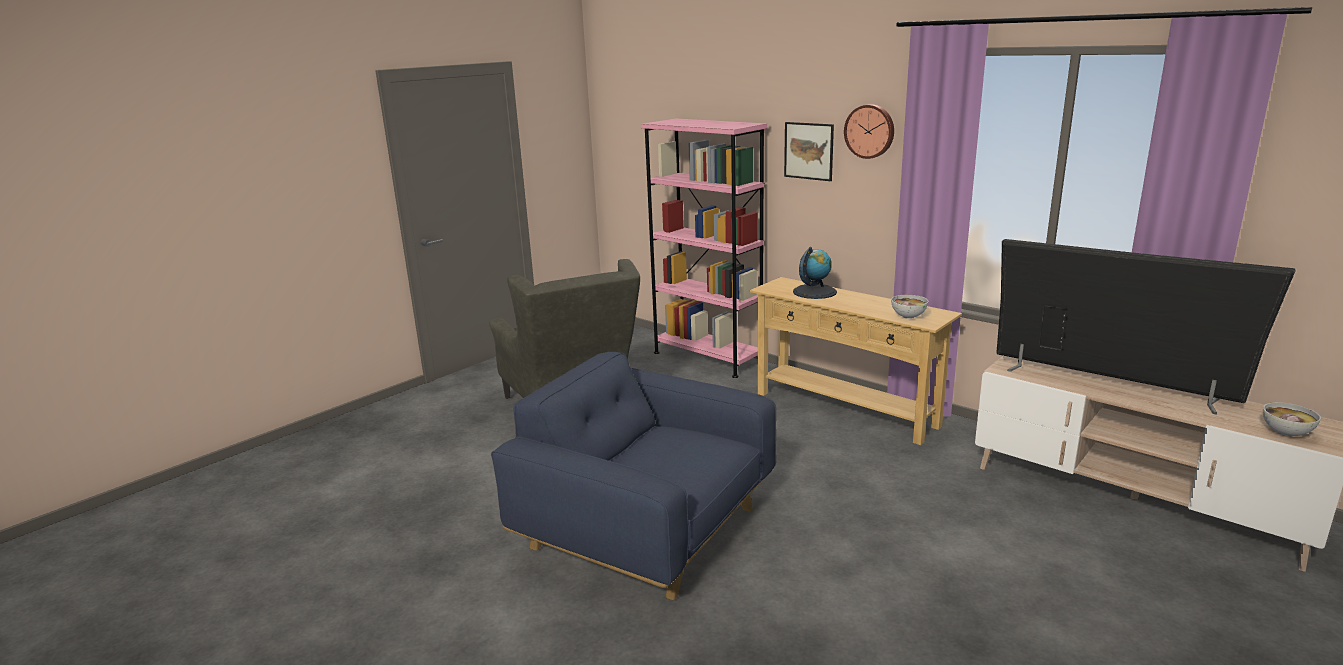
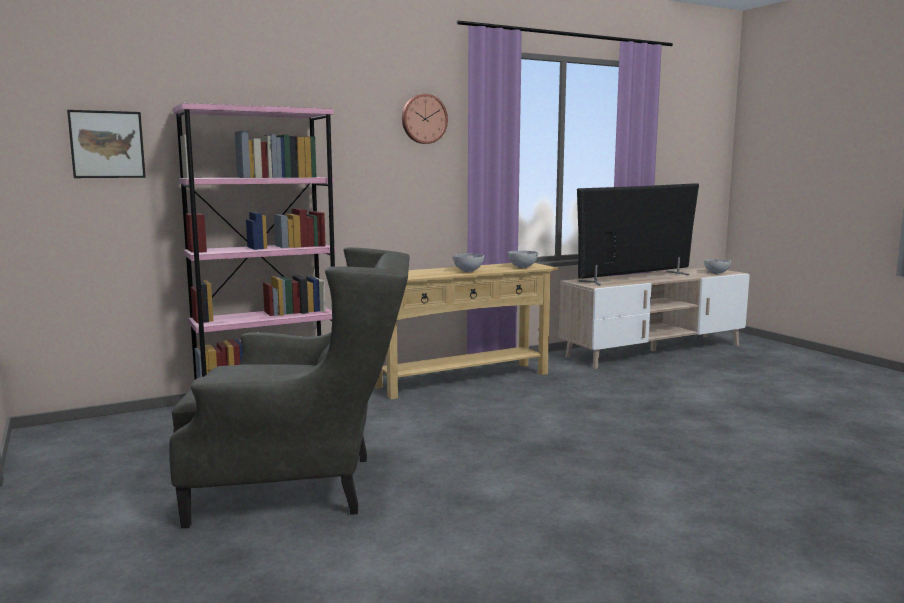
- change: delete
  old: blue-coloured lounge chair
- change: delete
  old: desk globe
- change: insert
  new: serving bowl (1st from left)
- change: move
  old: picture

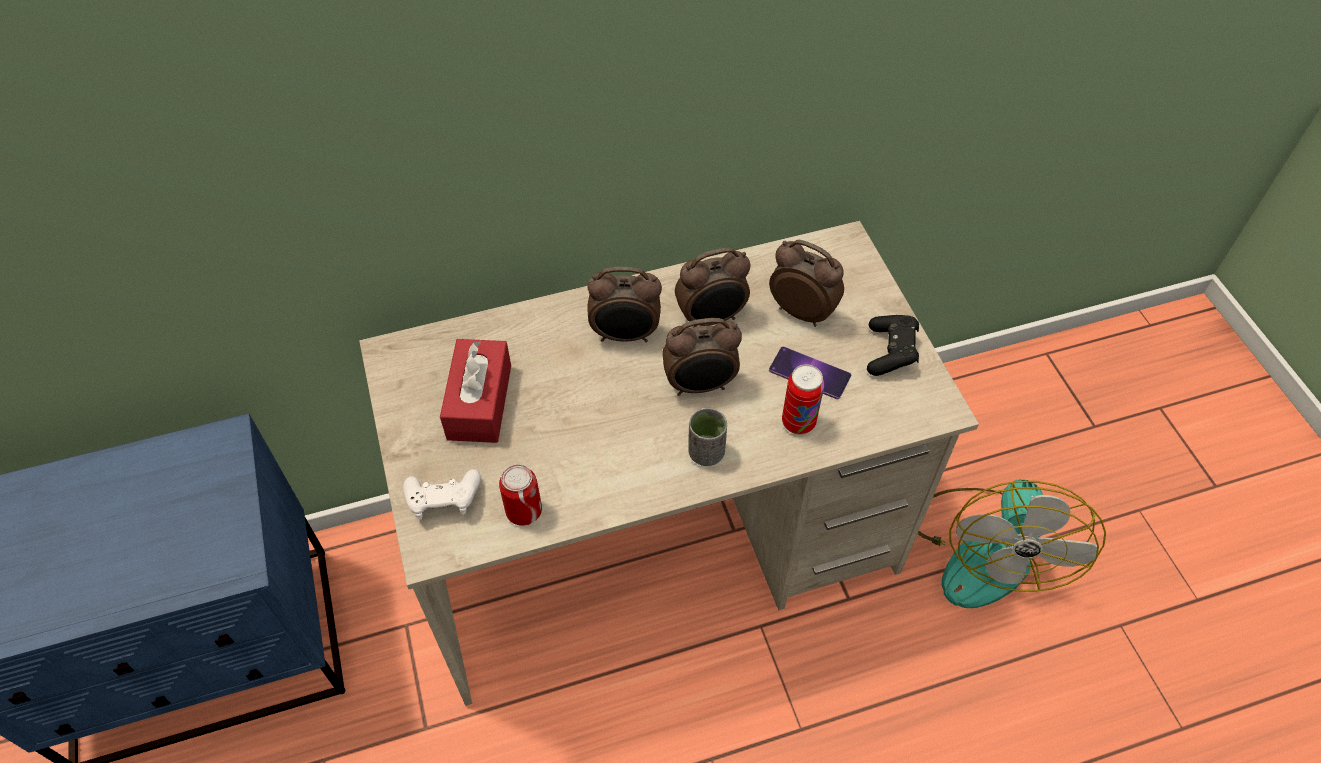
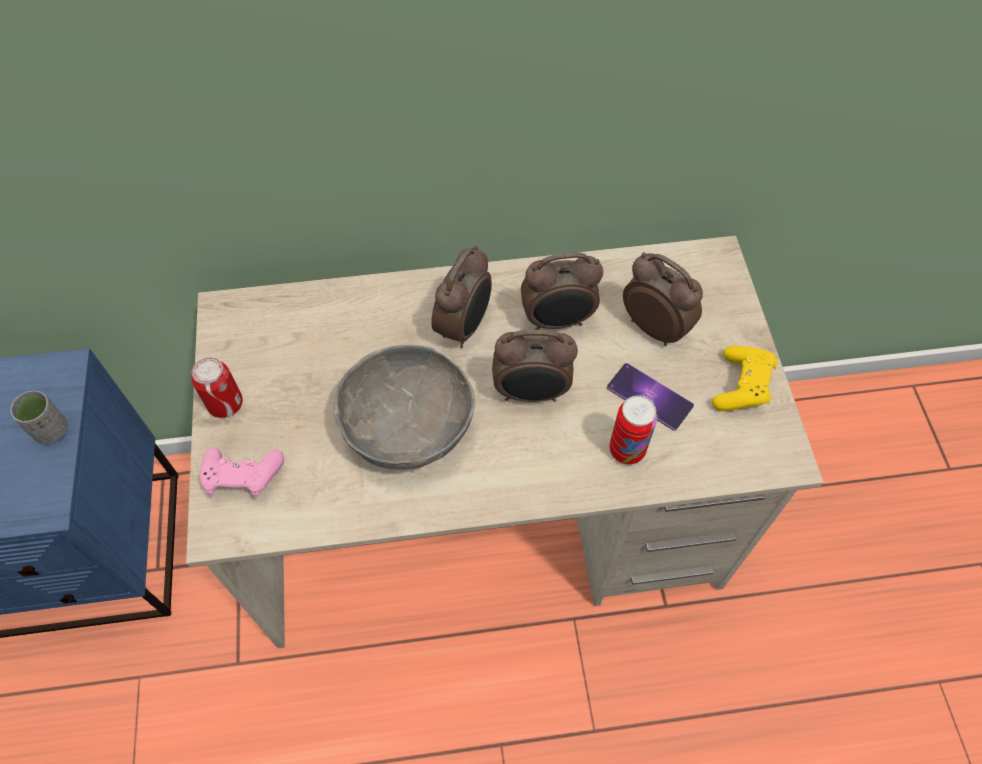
- change: delete
  old: reddish tissue holder
- change: delete
  old: fan
- change: insert
  new: grey serving bowl
- change: move
  old: sealed can (1st from left)
- change: move
  old: grey small cup
- change: recolor
  old: whitish gamepad
  new: pink gamepad
- change: recolor
  old: black-coloured gamepad
  new: yellow-coloured gamepad
- change: rotate
  old: alarm clock (1st from left)
  degrees: -75

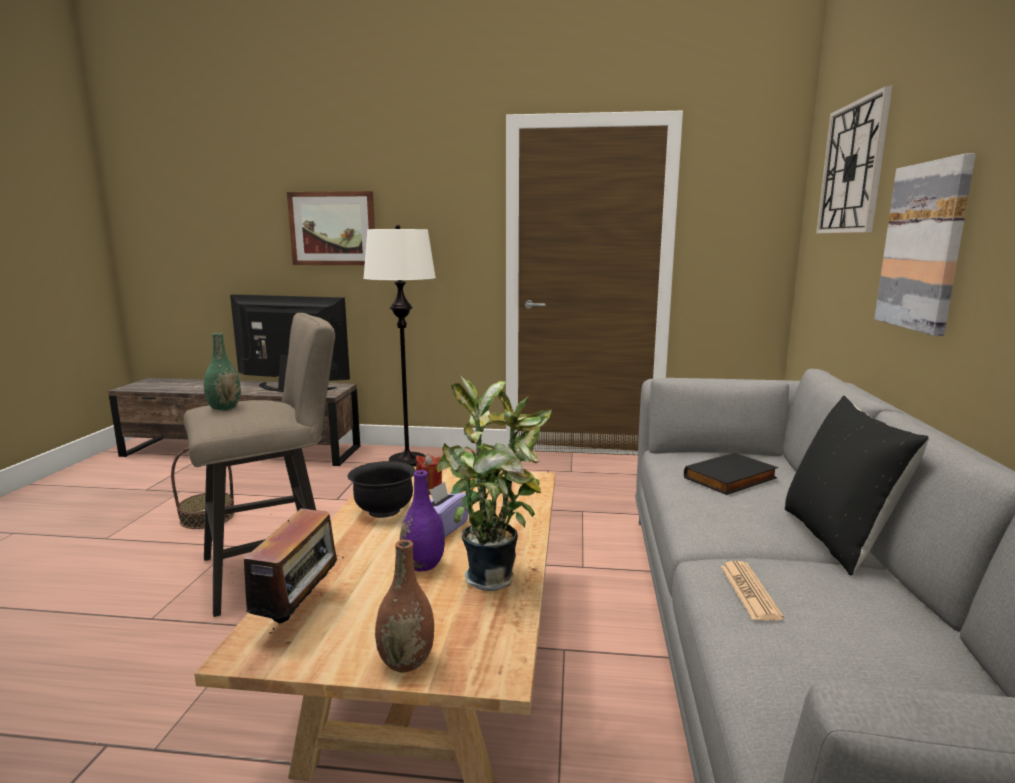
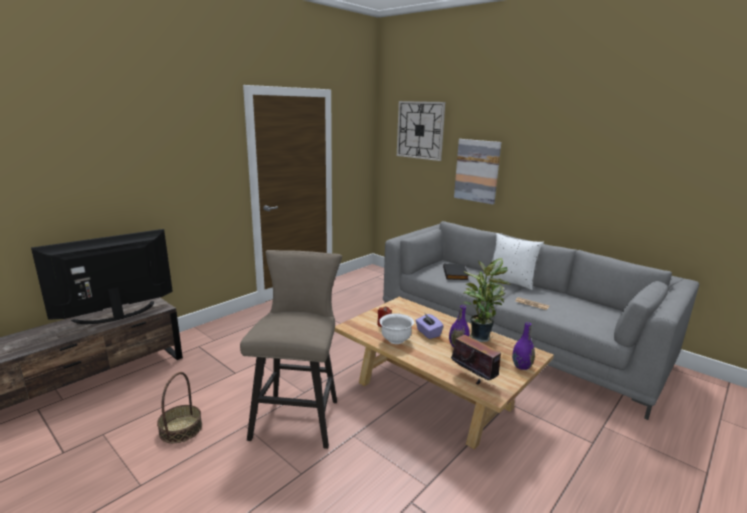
- change: delete
  old: green flower vase
- change: delete
  old: picture (1st from left)
- change: delete
  old: whitish standing lamp
- change: recolor
  old: black-coloured serving bowl
  new: whitish serving bowl
- change: recolor
  old: brown-coloured flower vase
  new: purplish flower vase (2nd from left)
- change: recolor
  old: black-coloured cushion
  new: whitish cushion

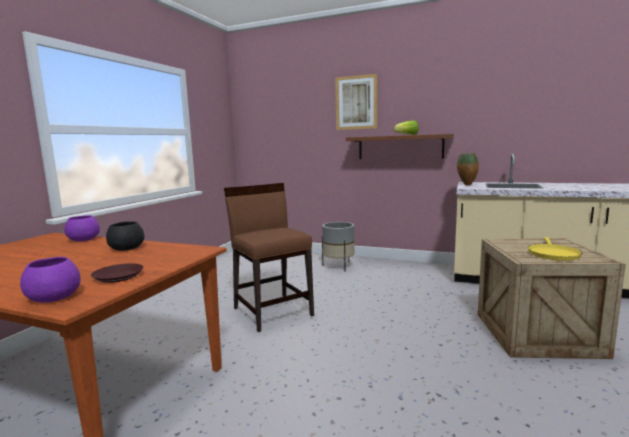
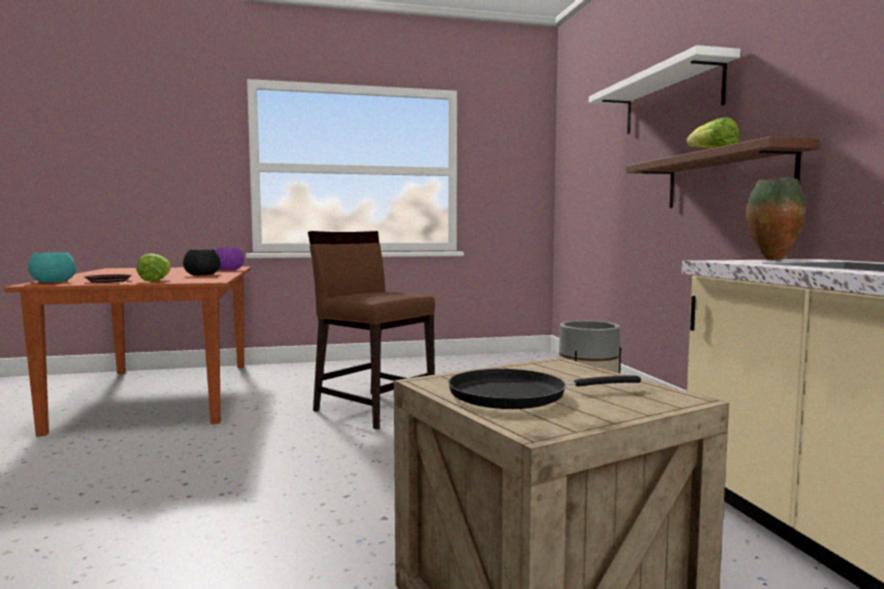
- change: insert
  new: lettuce head (1st from left)
- change: replace
  old: picture
  new: whitish bracket shelf
- change: recolor
  old: purplish serving bowl (1st from left)
  new: turquoise serving bowl
- change: recolor
  old: yellow-coloured frying pan
  new: black-coloured frying pan
- change: rotate
  old: brown-coloured upright chair
  degrees: -75

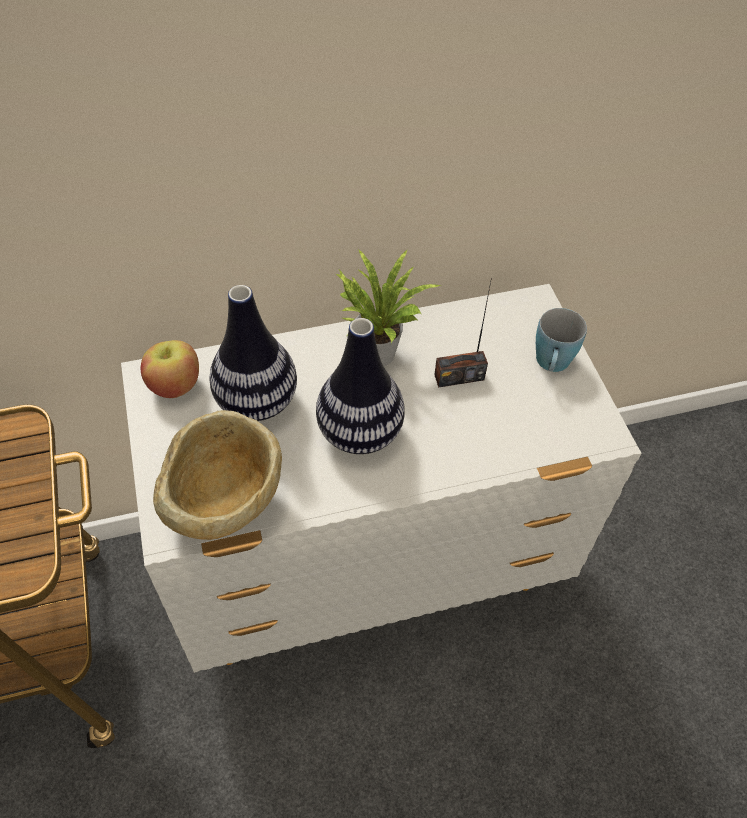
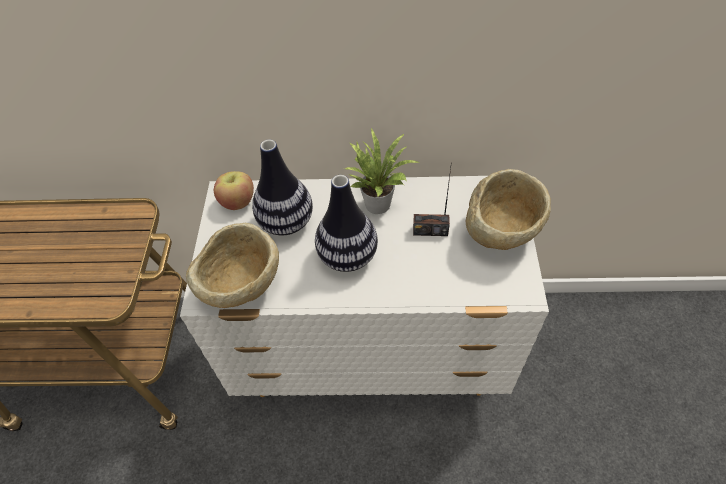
- change: replace
  old: blue-coloured coffee mug
  new: beige-coloured serving bowl (2nd from left)

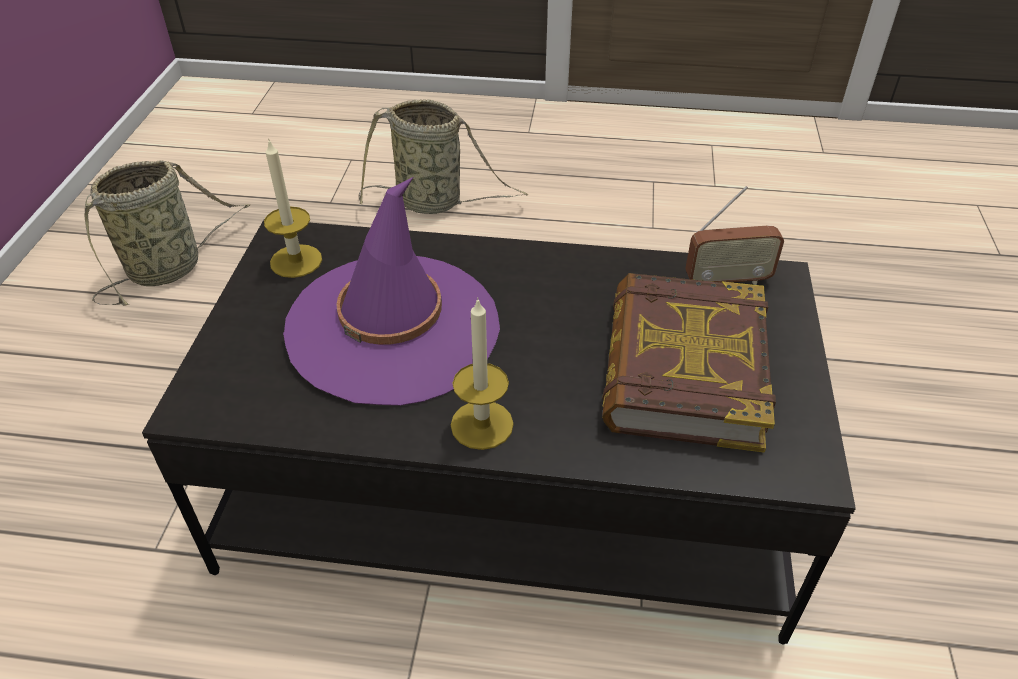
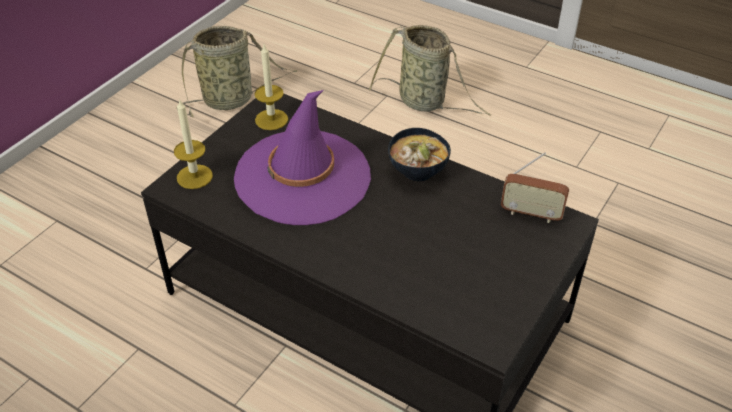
- change: delete
  old: book
- change: insert
  new: serving bowl
- change: move
  old: candle (2nd from left in the first image)
  new: candle (1st from left)

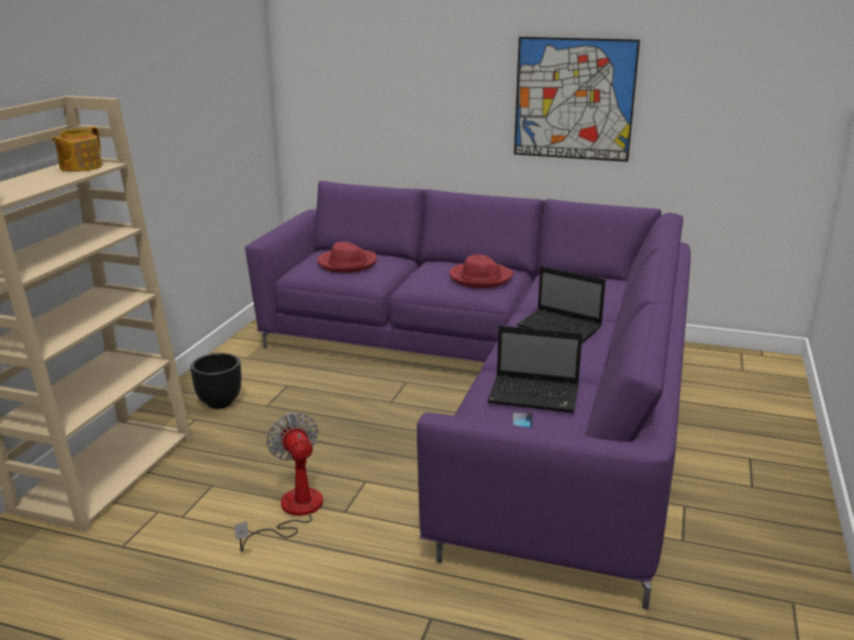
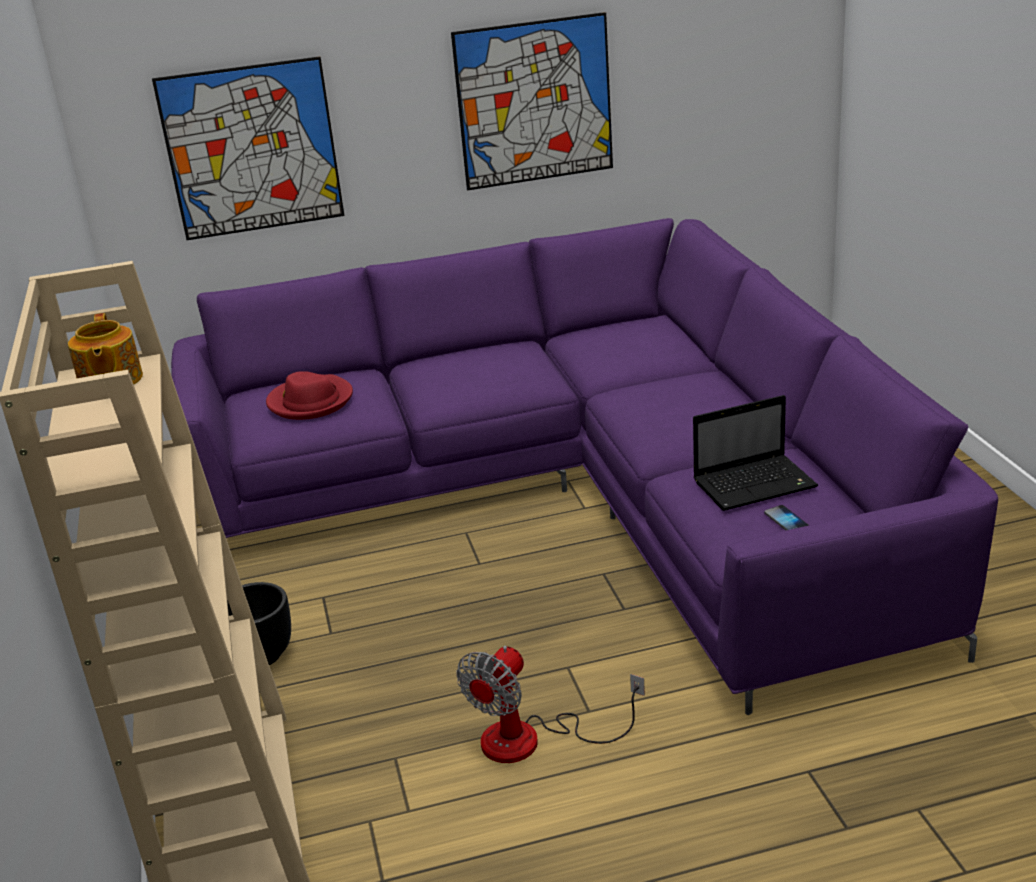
- change: delete
  old: reddish clothing hat (2nd from left)
- change: delete
  old: laptop (2nd from left)
- change: insert
  new: picture (1st from left)
- change: rotate
  old: fan
  degrees: -90

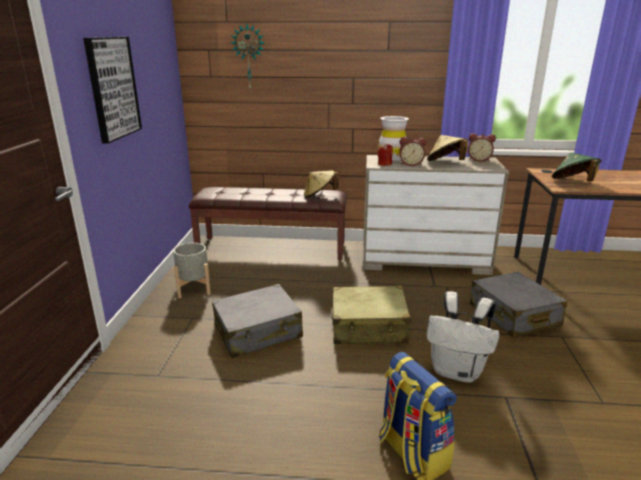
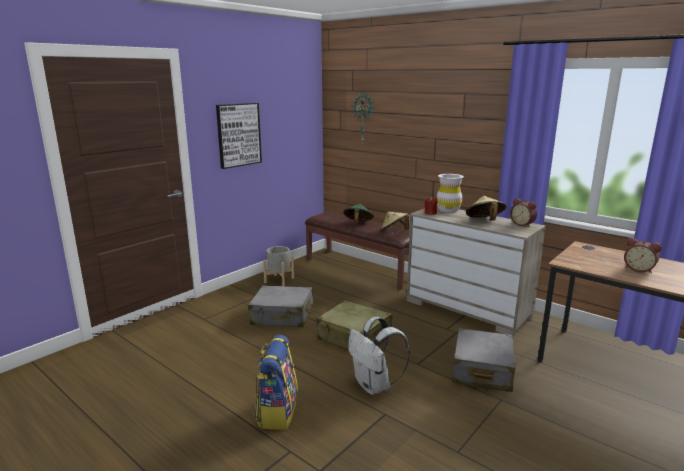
- change: move
  old: alarm clock (1st from left in the first image)
  new: alarm clock (2nd from left)
- change: move
  old: green clothing hat

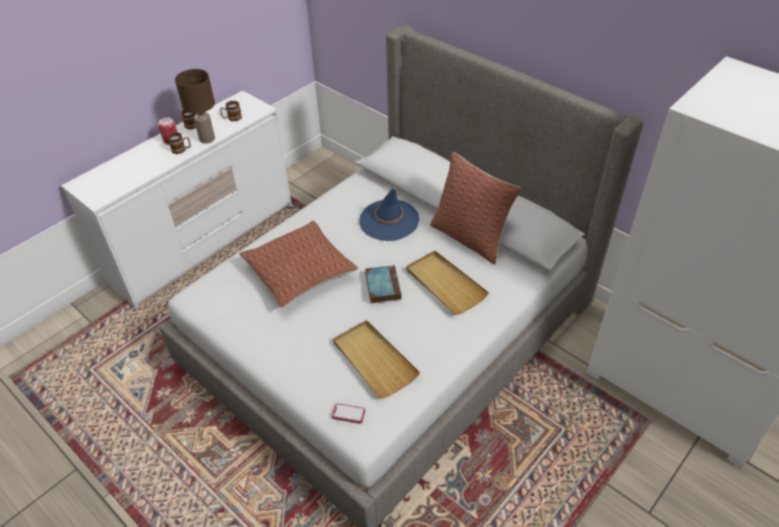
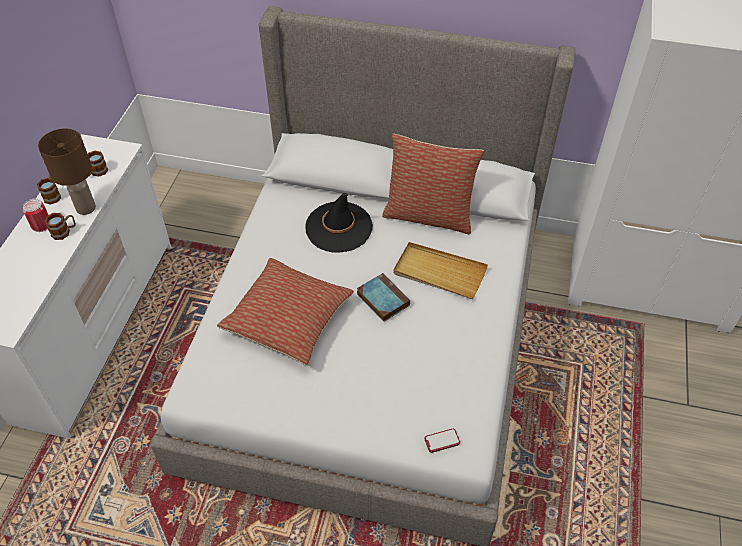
- change: delete
  old: beige-coloured serving tray (1st from left)
- change: recolor
  old: blue-coloured clothing hat
  new: black-coloured clothing hat

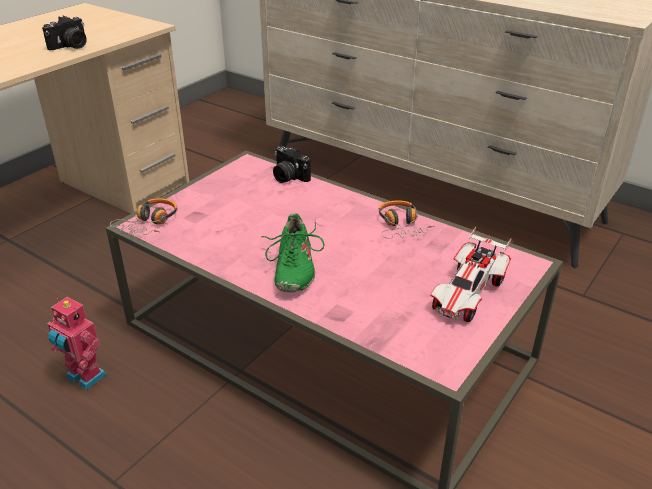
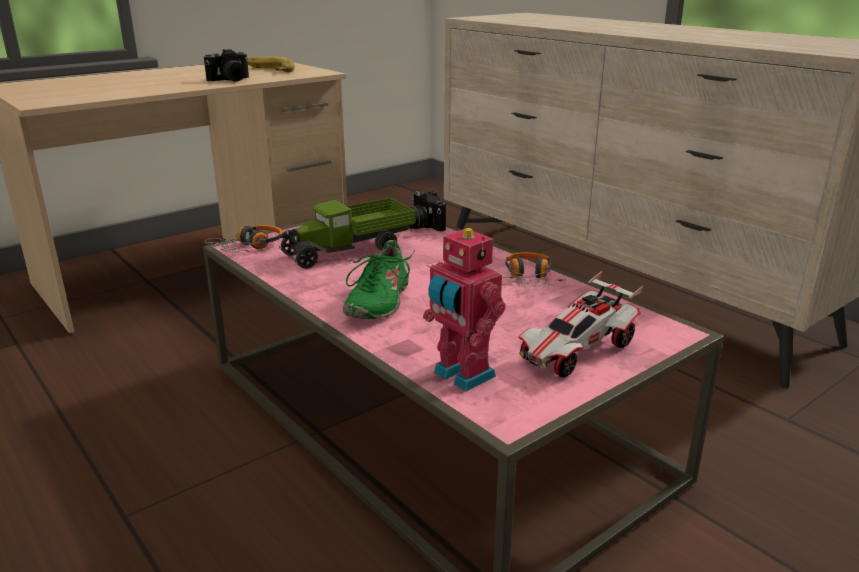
- change: insert
  new: banana
- change: insert
  new: toy lorry
- change: move
  old: robot figure

